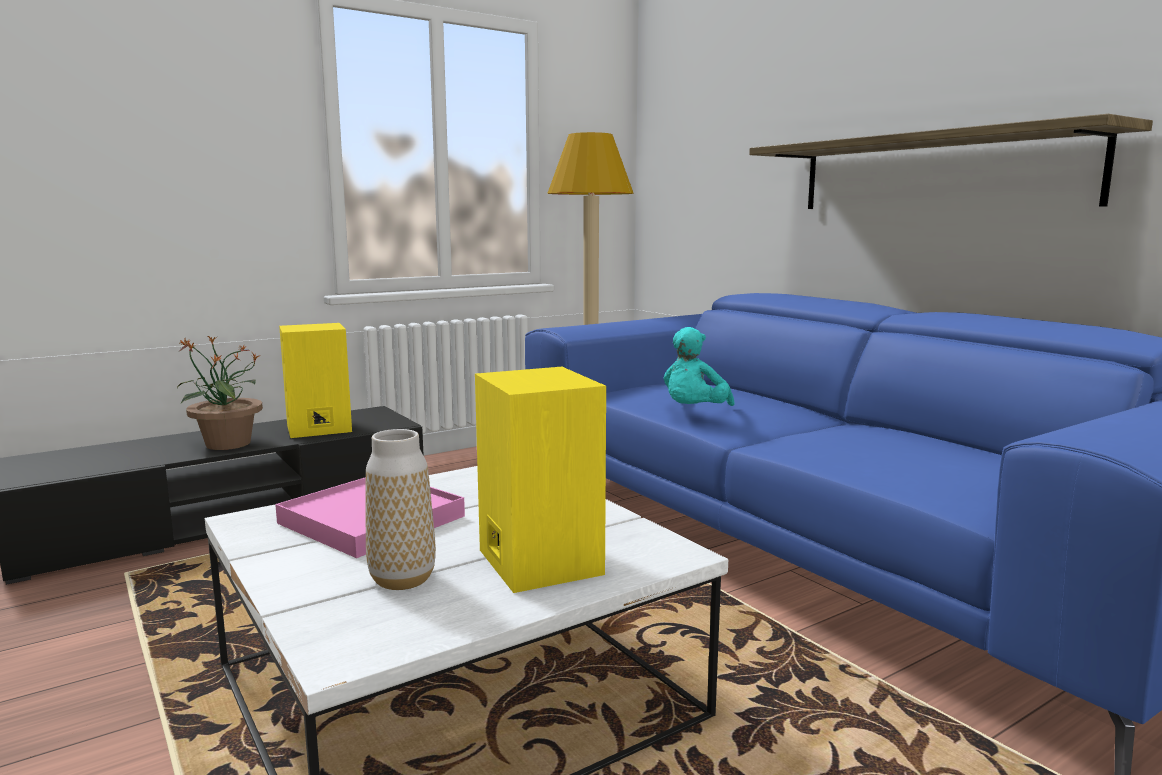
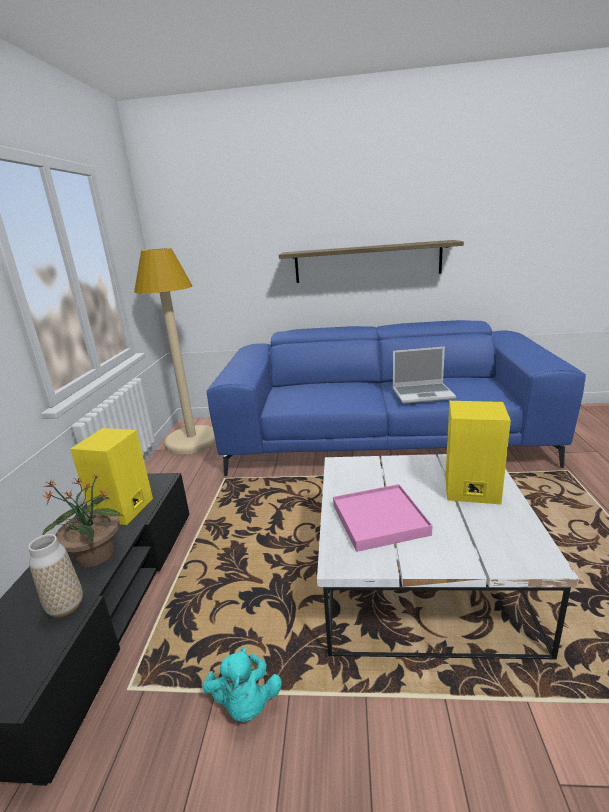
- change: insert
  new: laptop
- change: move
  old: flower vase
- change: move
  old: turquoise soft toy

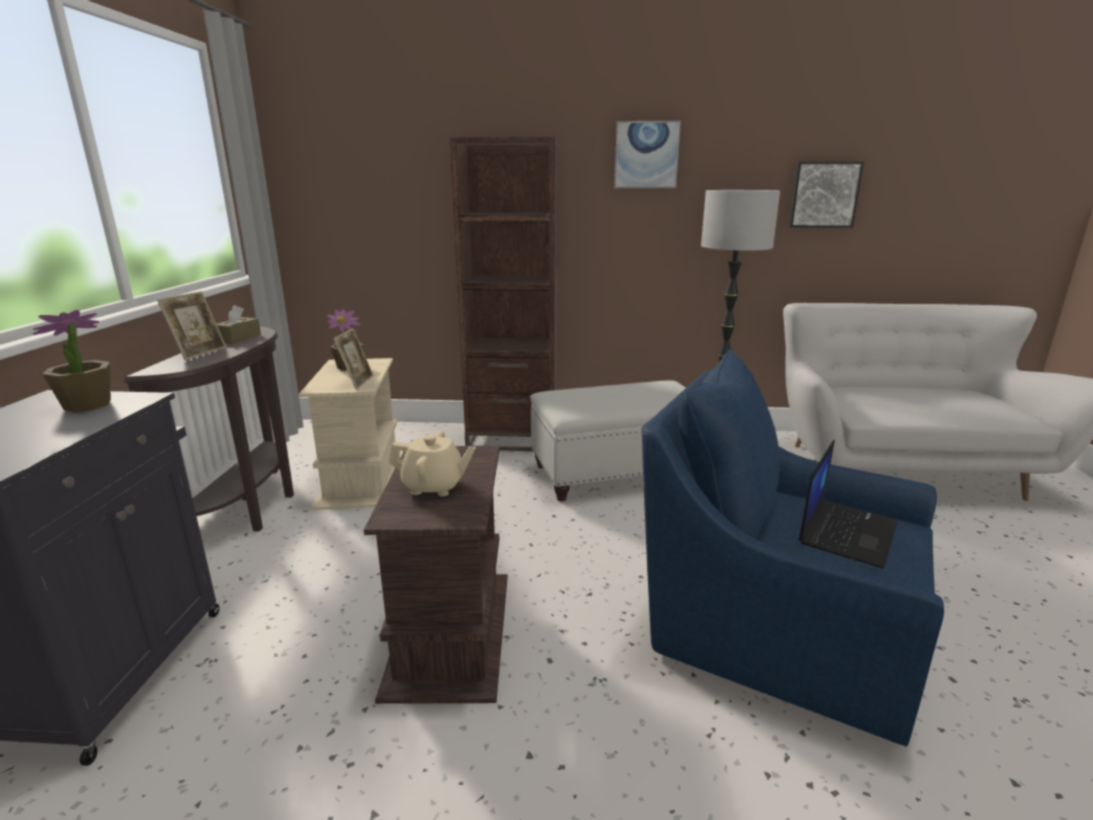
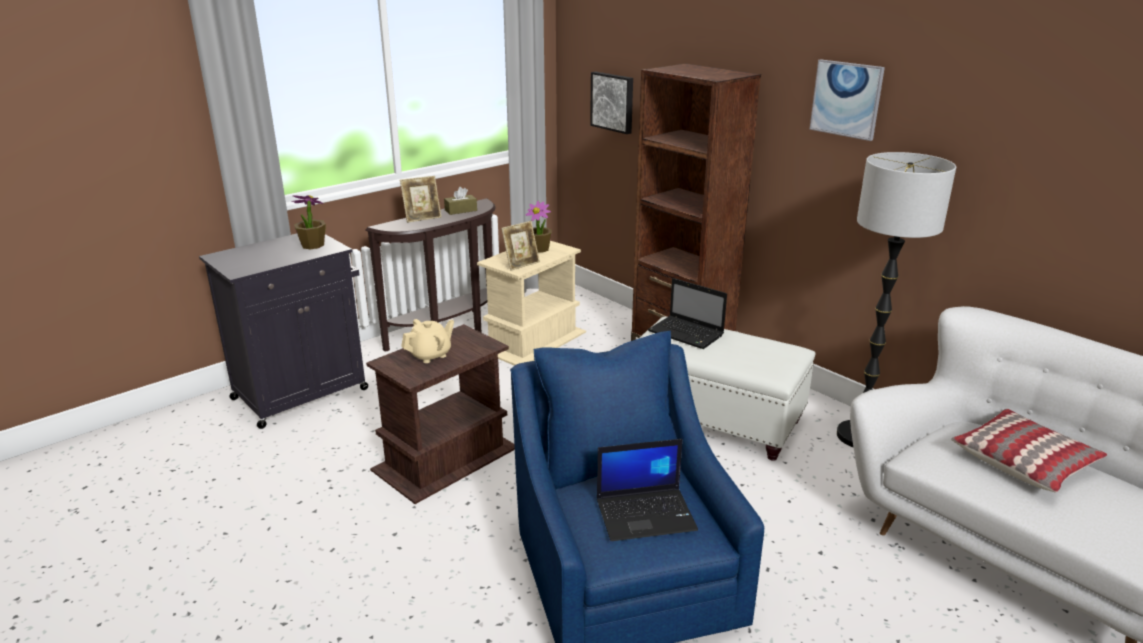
- change: insert
  new: laptop (2nd from left)
- change: insert
  new: cushion
- change: move
  old: picture (2nd from left in the first image)
  new: picture (1st from left)
- change: rotate
  old: beige-coloured teapot
  degrees: -90

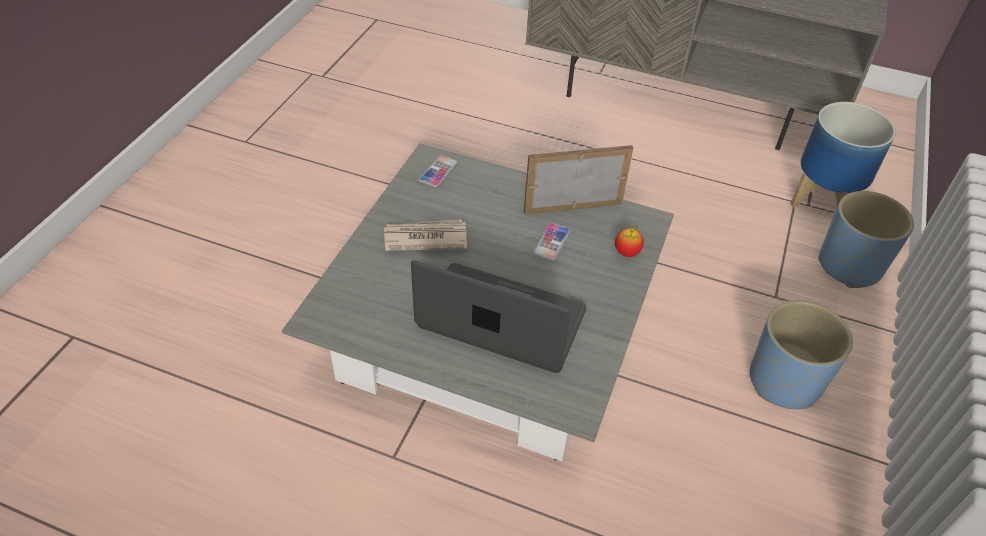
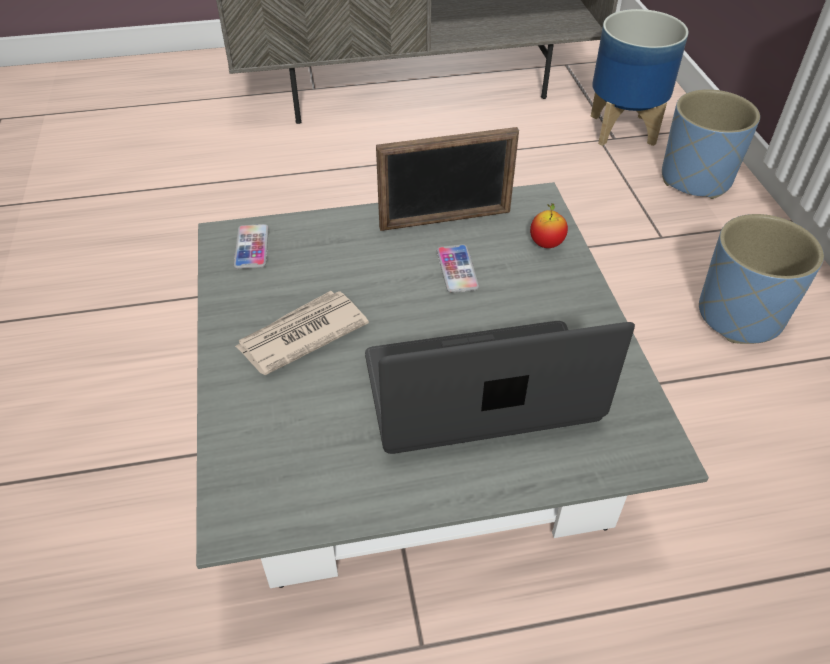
- change: rotate
  old: standing frame
  degrees: -150

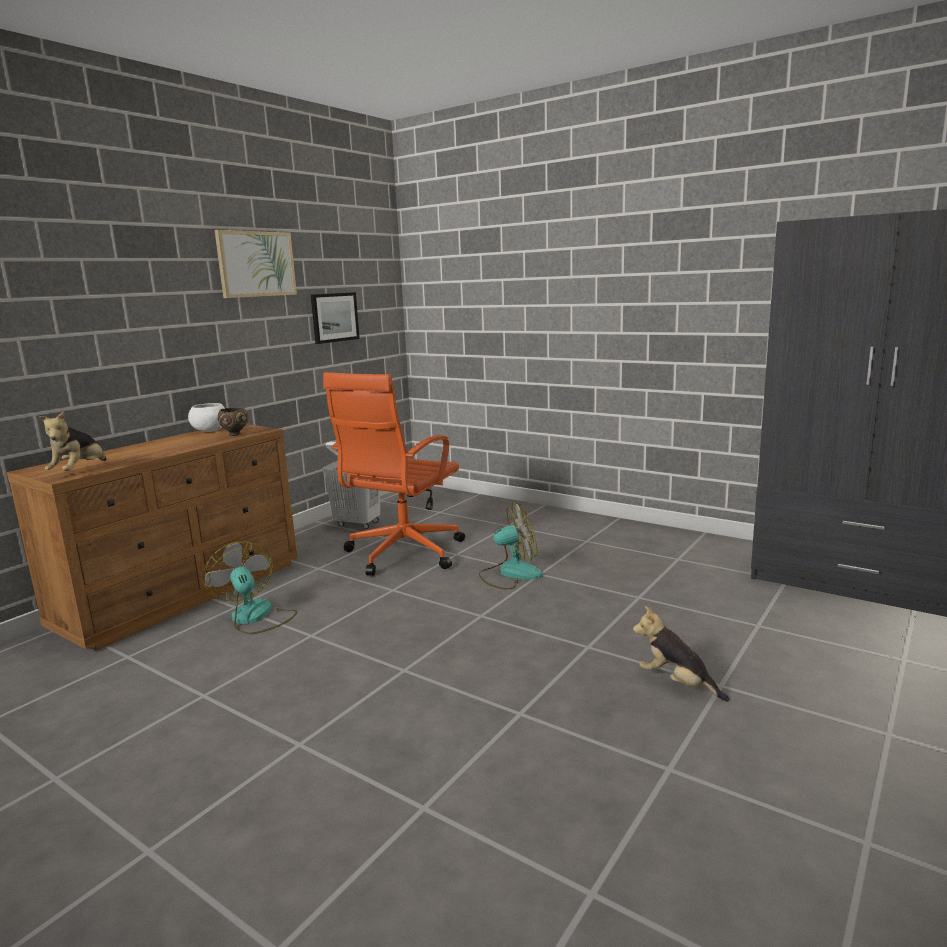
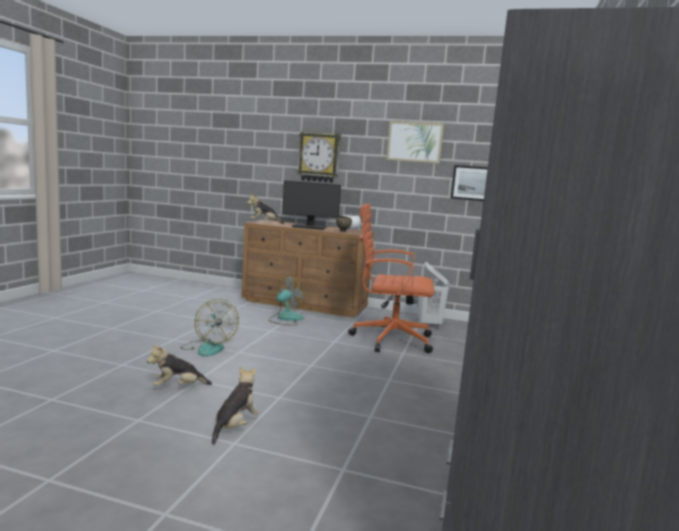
- change: insert
  new: soft toy (1st from left)
- change: insert
  new: computer screen
- change: insert
  new: hanging clock
- change: move
  old: fan (2nd from left in the first image)
  new: fan (1st from left)

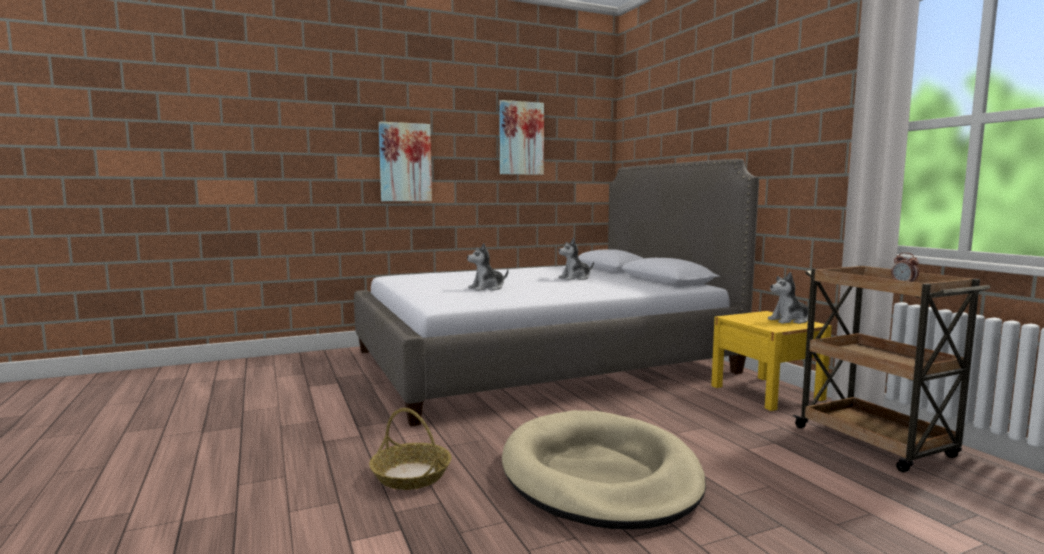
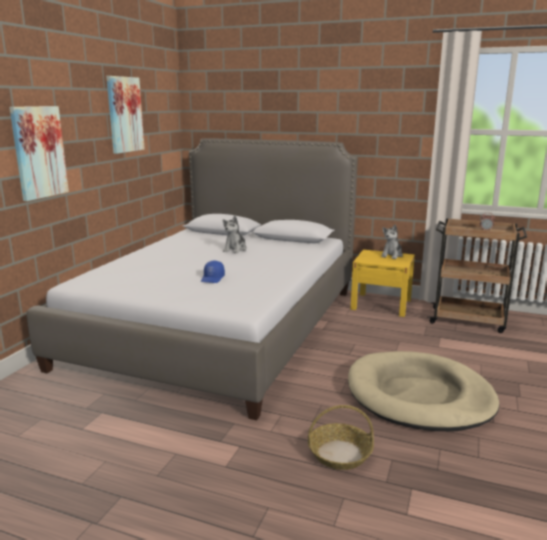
- change: replace
  old: soft toy (1st from left)
  new: blue-coloured cap

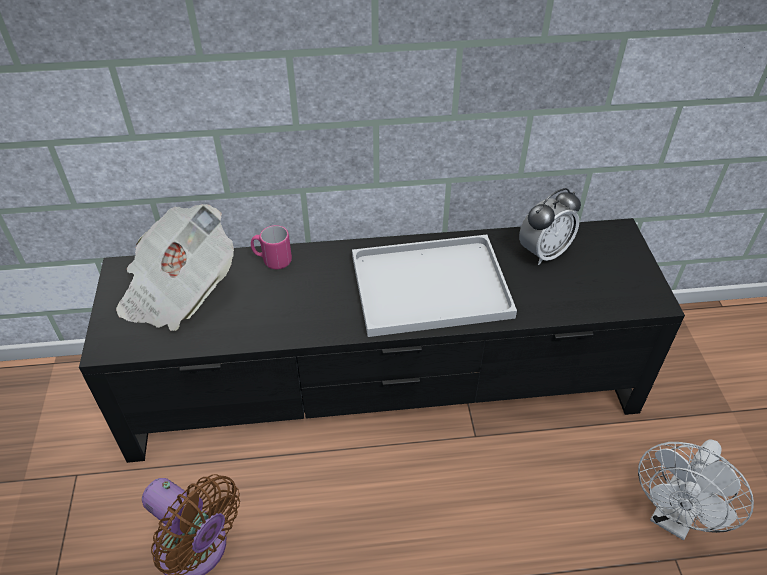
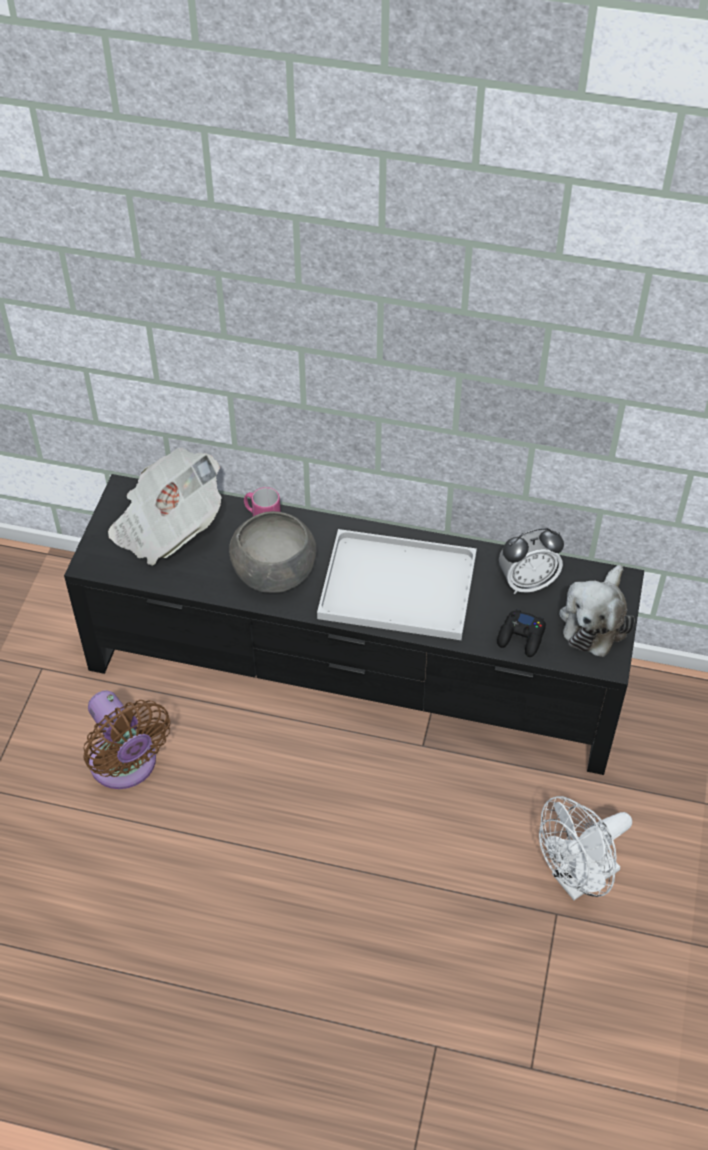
- change: insert
  new: grey serving bowl
- change: insert
  new: black-coloured gamepad
- change: insert
  new: soft toy

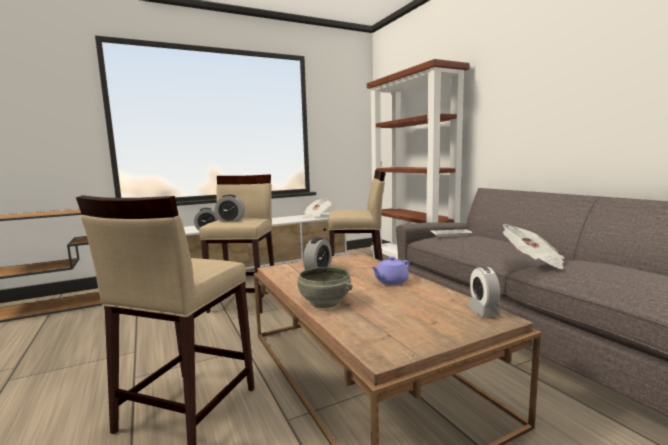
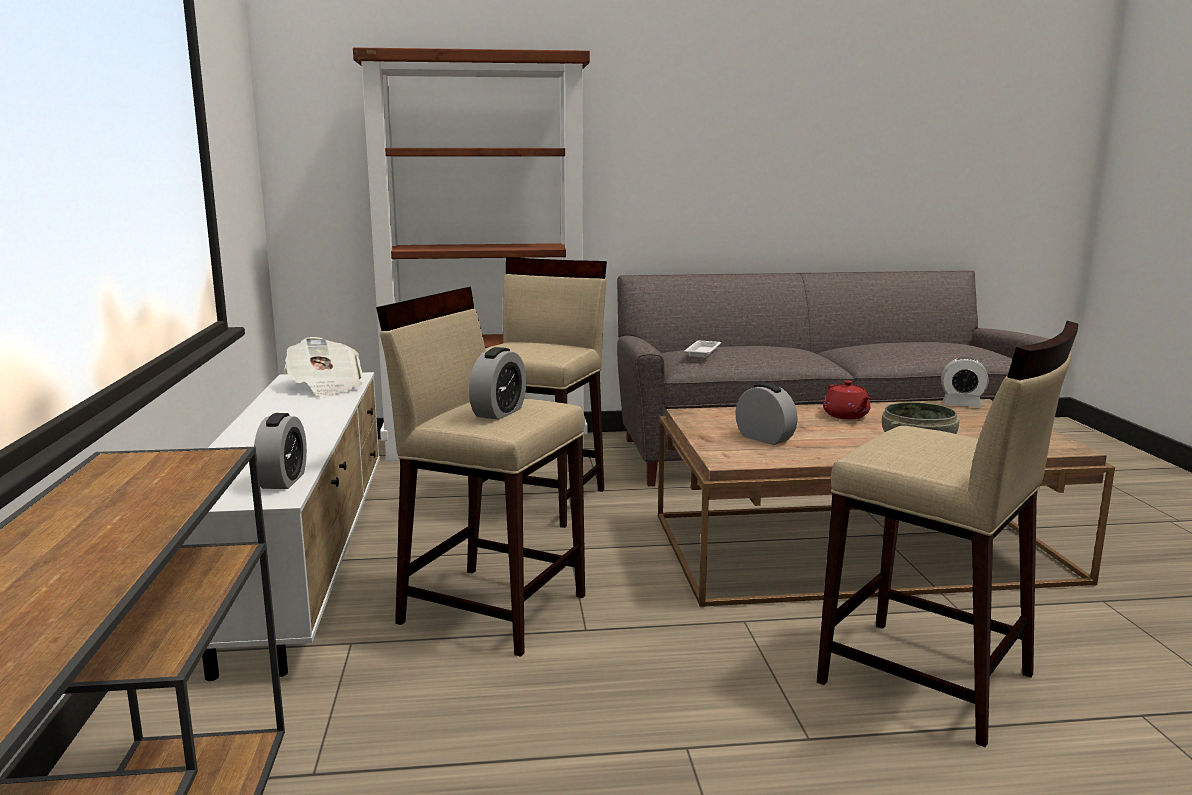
- change: delete
  old: daily paper (2nd from left)
- change: recolor
  old: purplish teapot
  new: reddish teapot

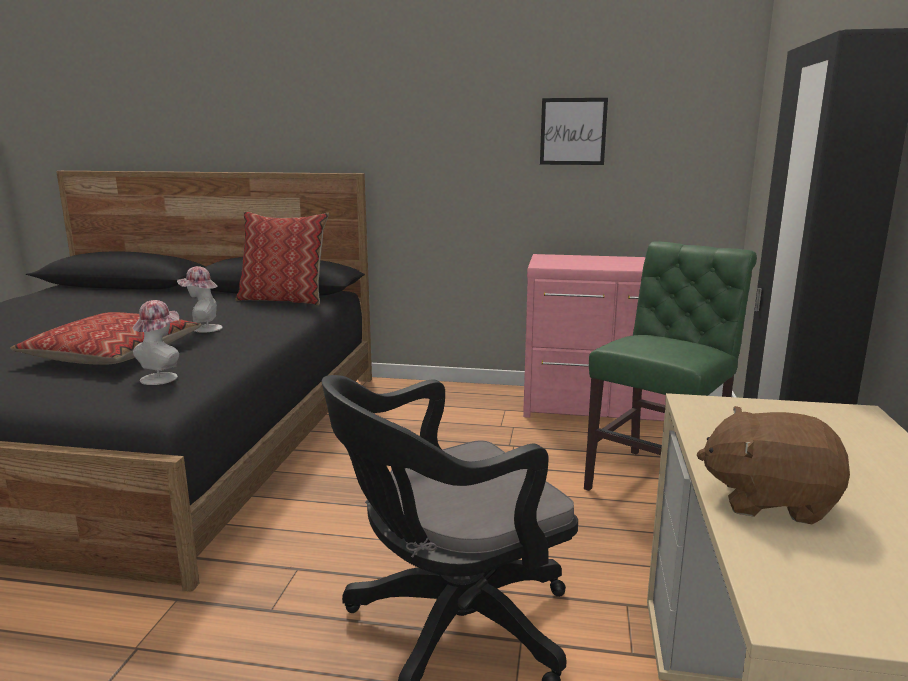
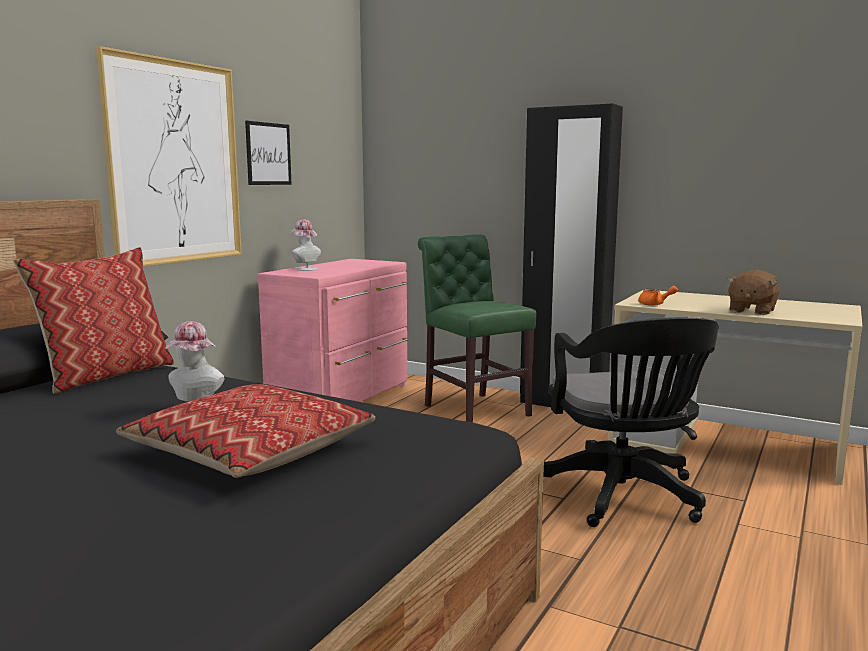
- change: insert
  new: picture (1st from left)
- change: insert
  new: orange-coloured teapot
- change: move
  old: clothing hat (1st from left in the first image)
  new: clothing hat (2nd from left)

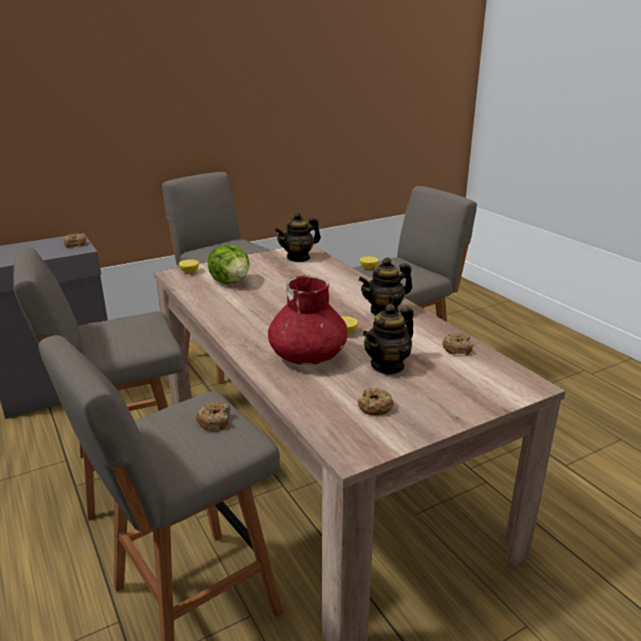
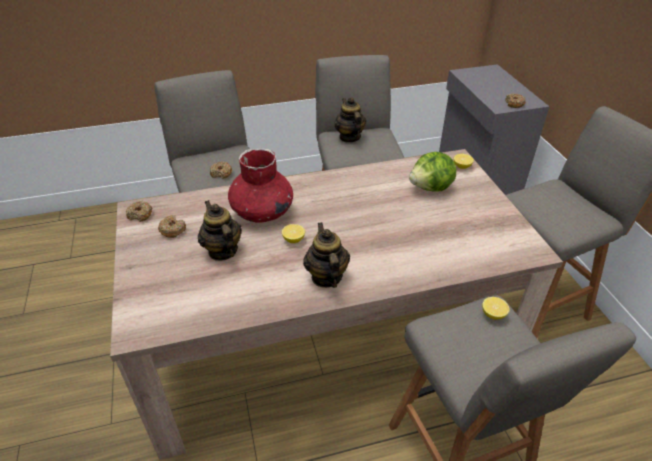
- change: move
  old: teapot (1st from left in the first image)
  new: teapot (3rd from left)
- change: move
  old: doughnut (4th from left in the first image)
  new: doughnut (1st from left)

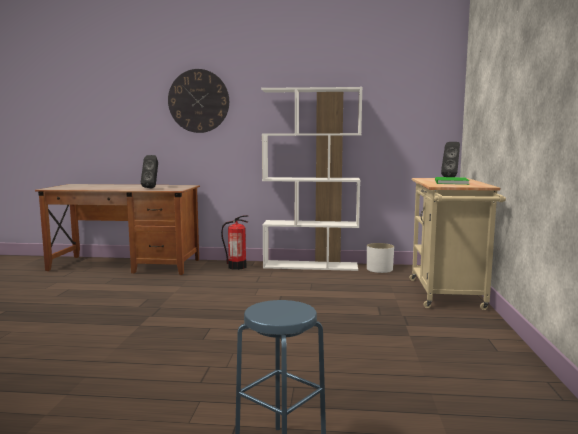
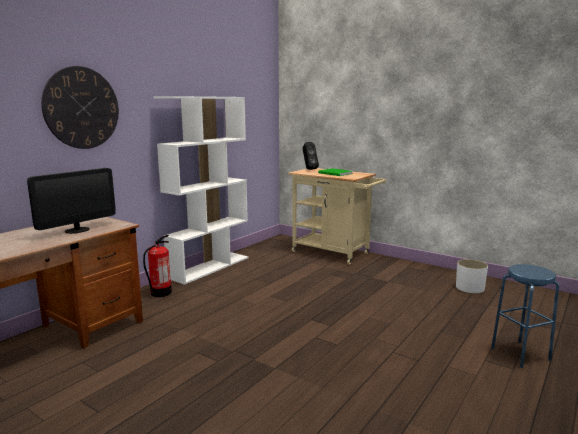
- change: move
  old: whitish plant pot
- change: replace
  old: black-coloured speaker (1st from left)
  new: computer screen

